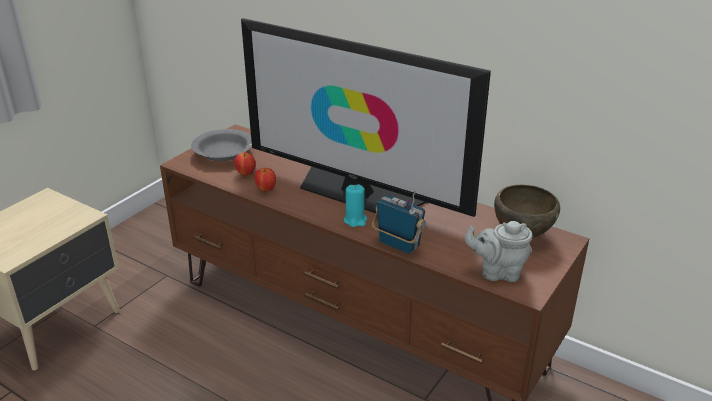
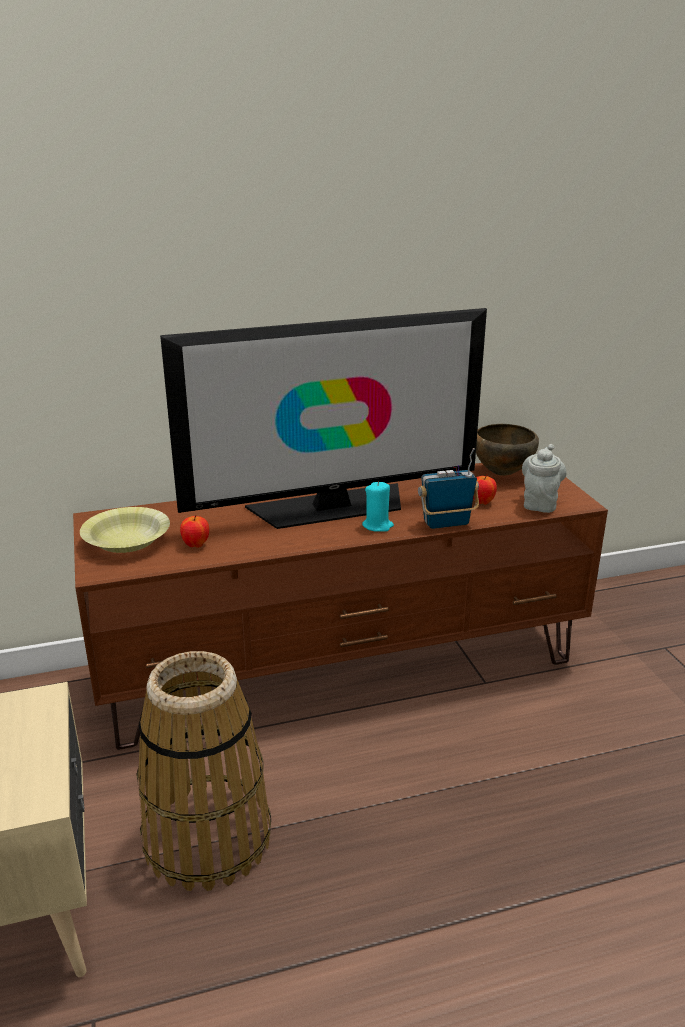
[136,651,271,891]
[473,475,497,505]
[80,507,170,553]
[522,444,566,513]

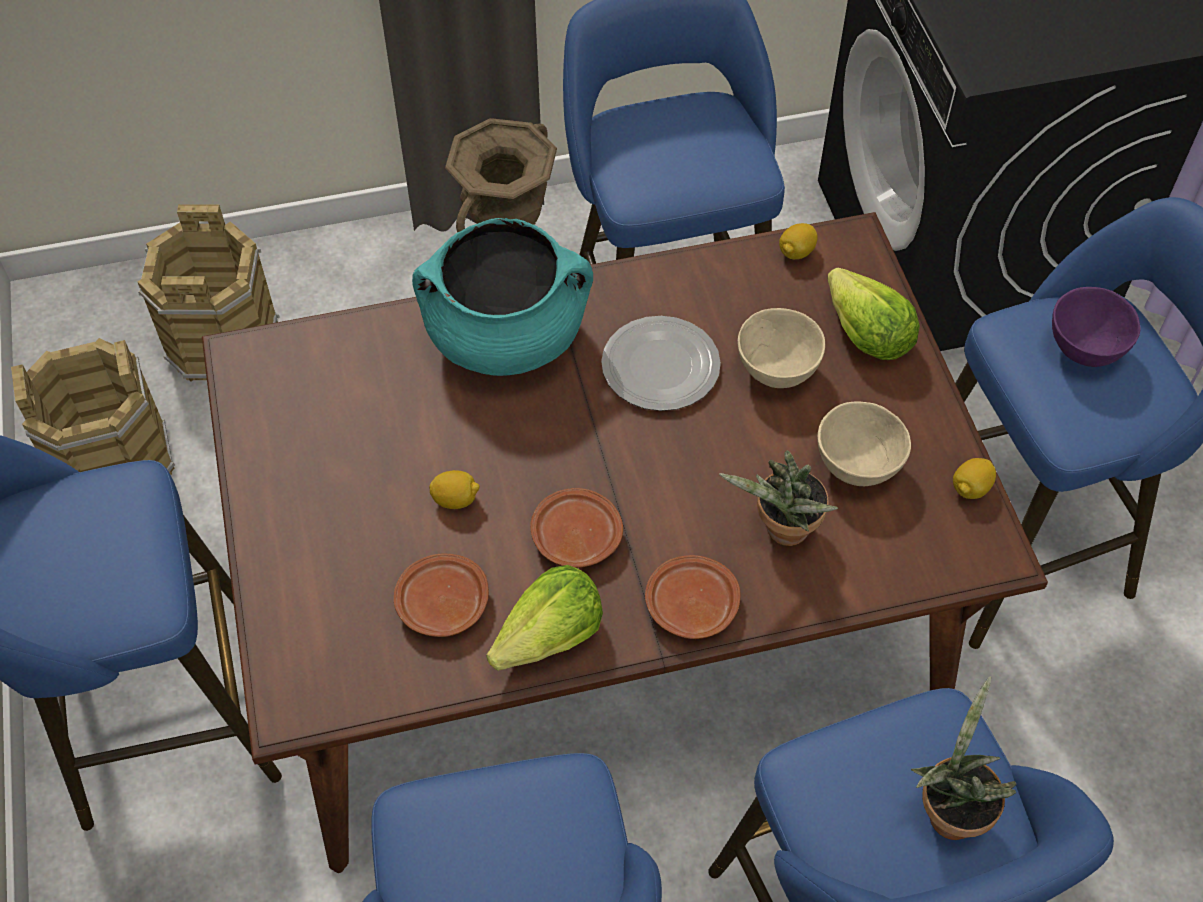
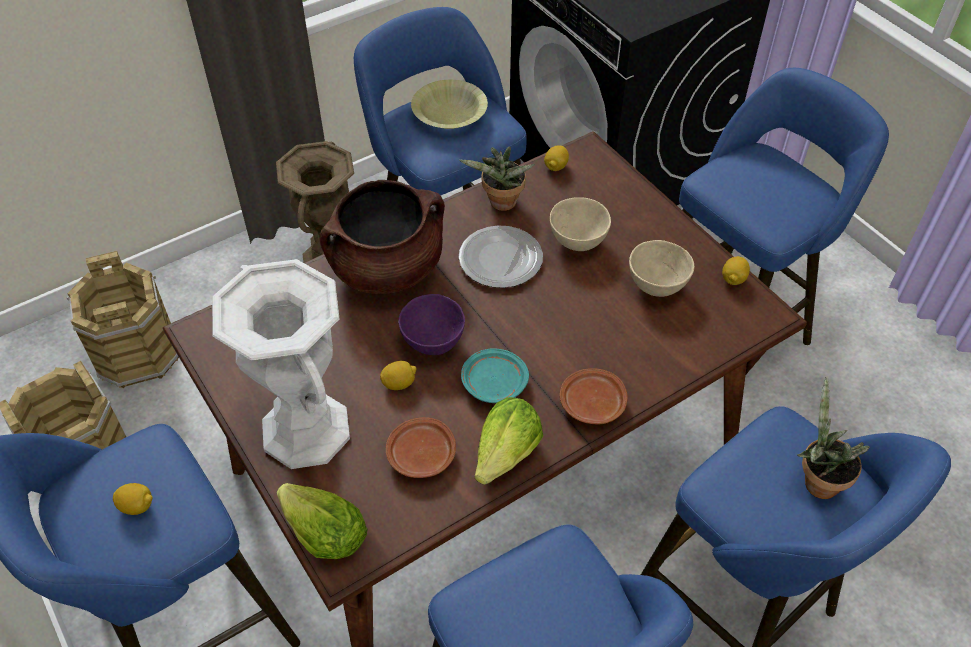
[113,483,153,515]
[212,259,350,469]
[411,80,488,129]
[460,146,535,211]
[277,483,367,559]
[399,294,465,355]
[320,180,445,294]
[461,348,529,403]

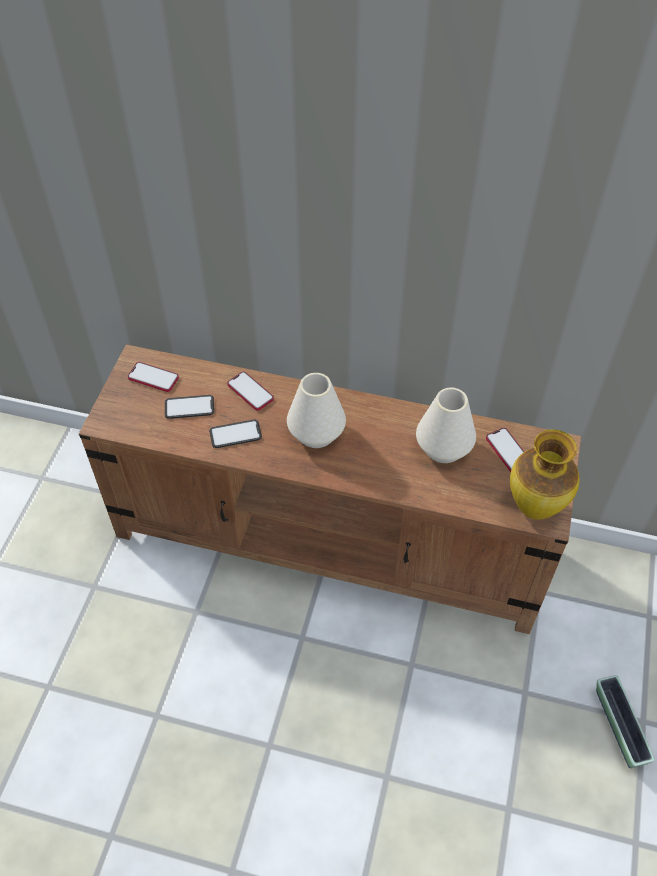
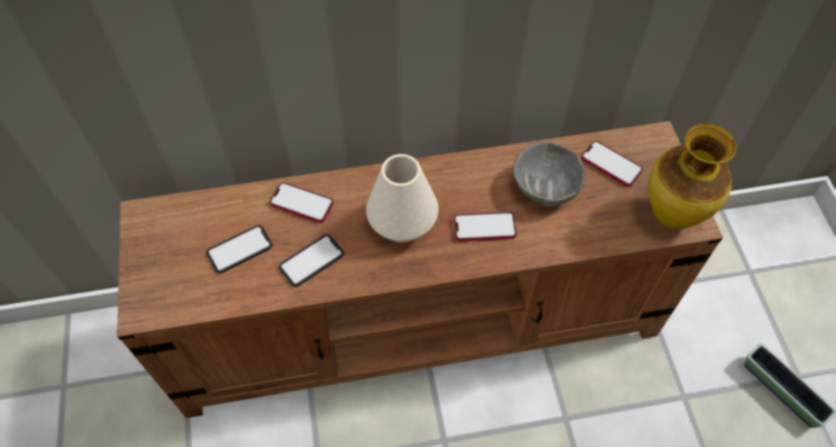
[454,212,517,241]
[514,142,586,206]

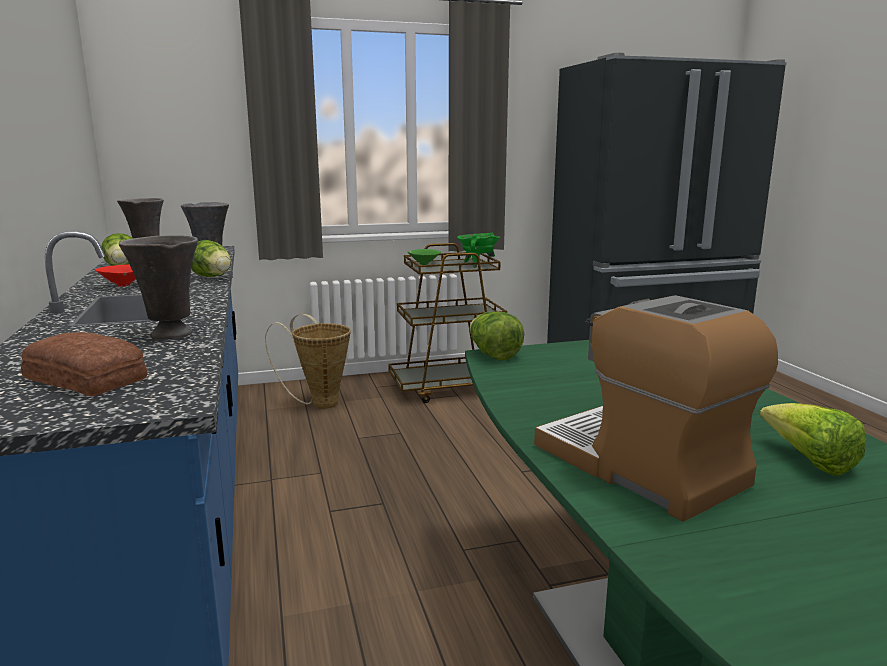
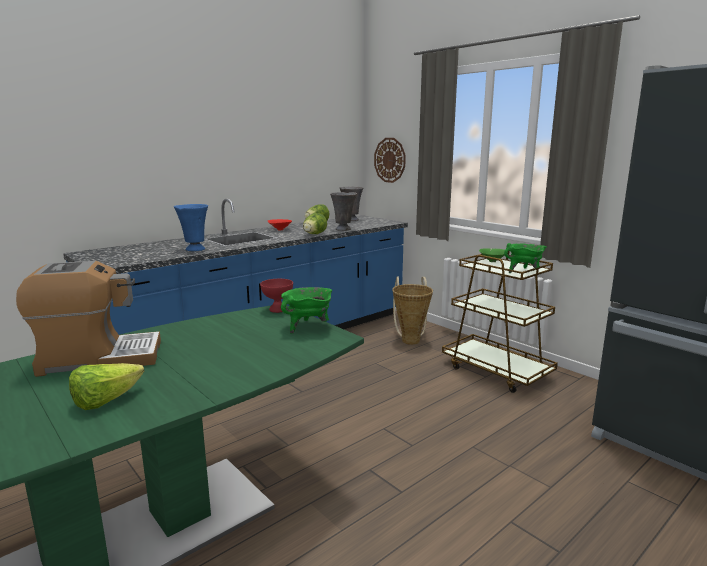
[21,332,148,396] (first image)
[281,287,332,334]
[374,138,406,183]
[260,279,293,313]
[174,204,208,251]
[16,261,161,377]

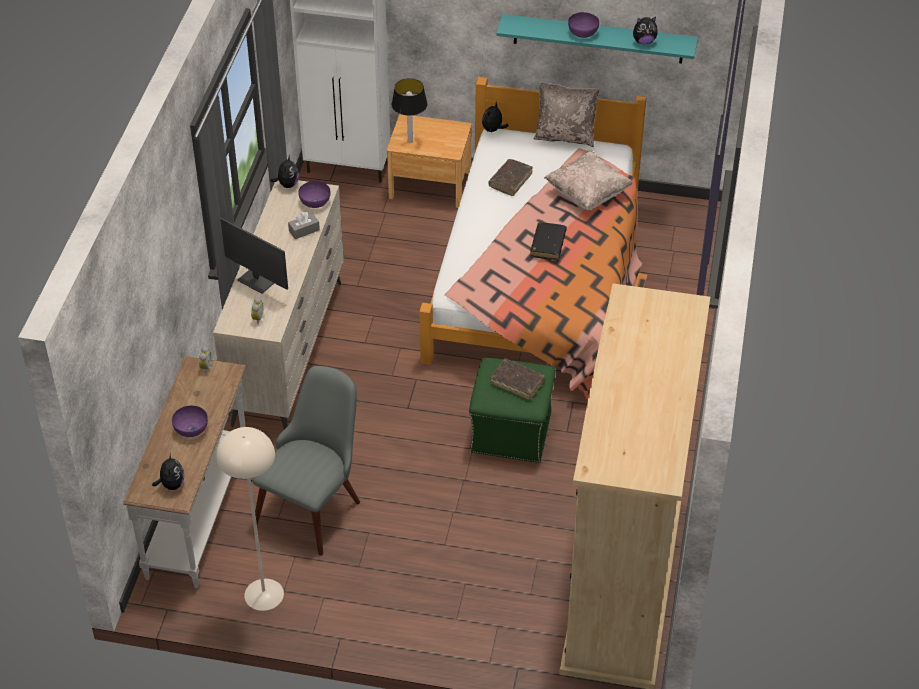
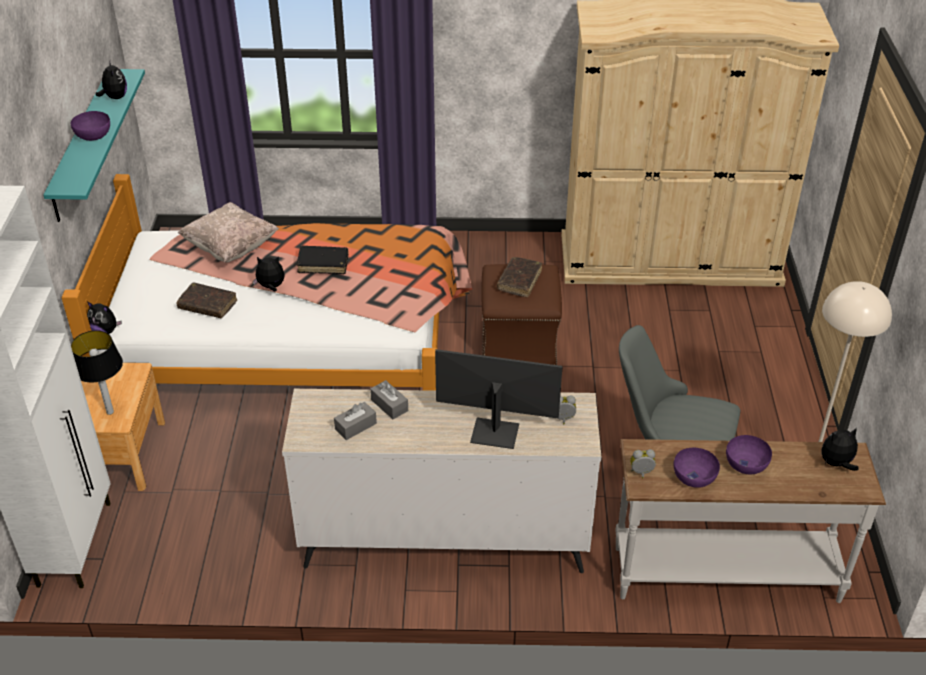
[534,82,600,147] (first image)
[334,402,377,440]
[253,256,285,292]
[673,448,720,488]
[481,264,562,365]
[435,349,563,449]

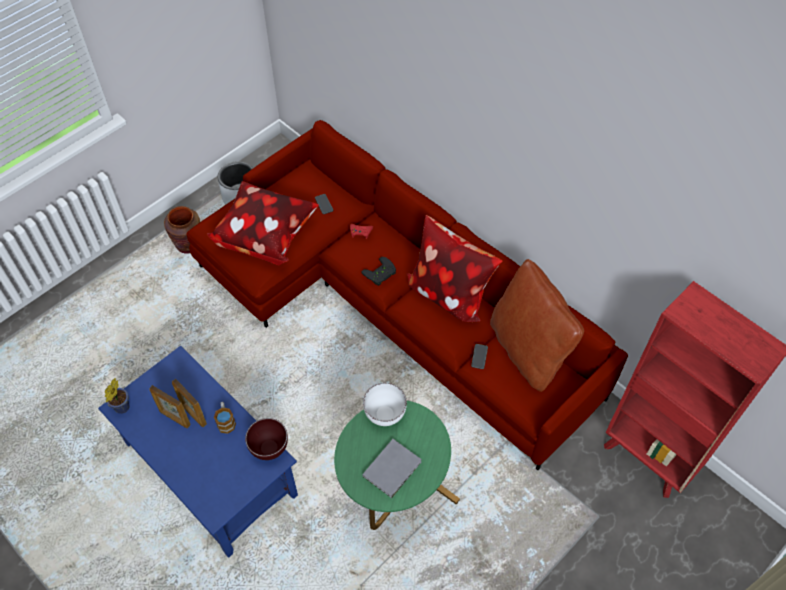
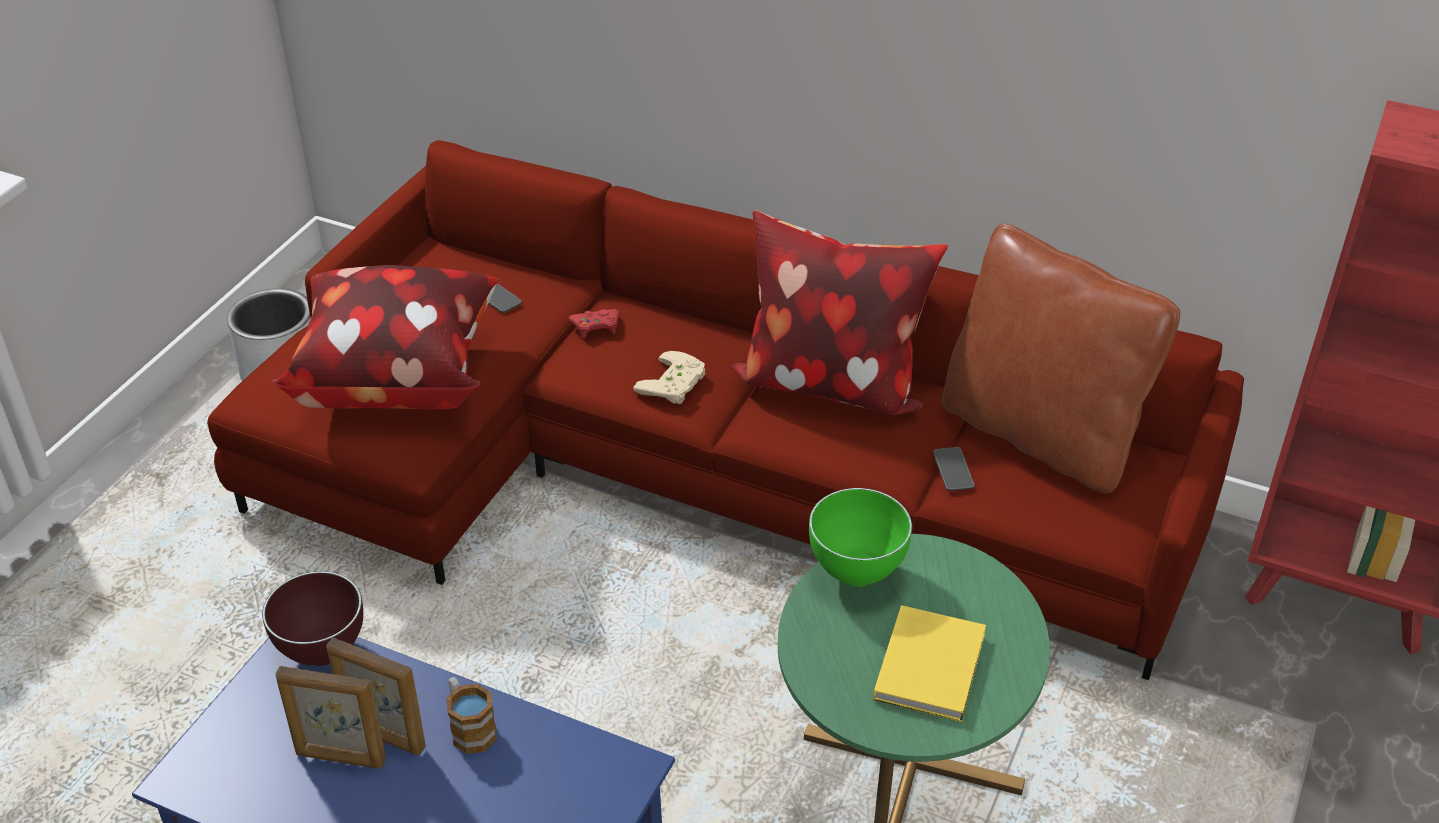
[105,378,130,414] (first image)
[164,206,200,254] (first image)
[262,571,363,666]
[633,351,705,404]
[873,605,986,722]
[809,488,912,587]

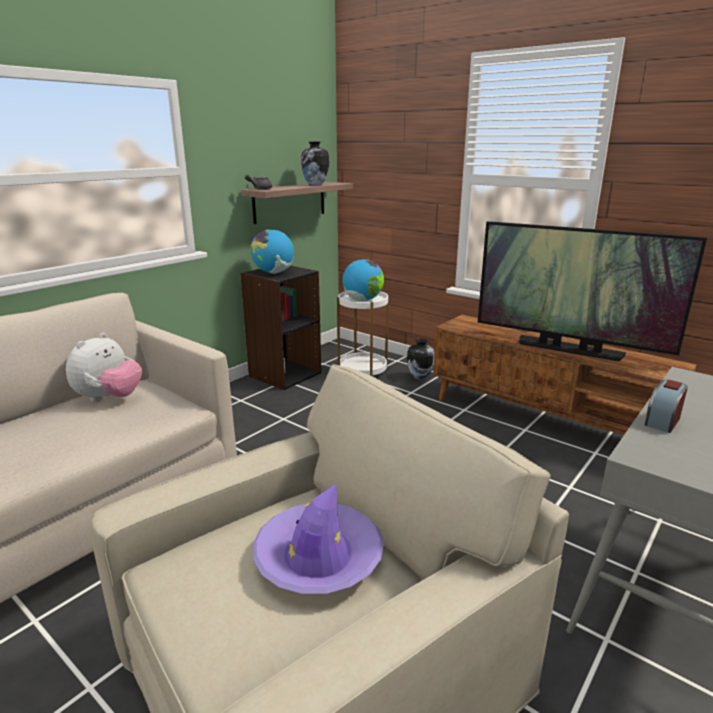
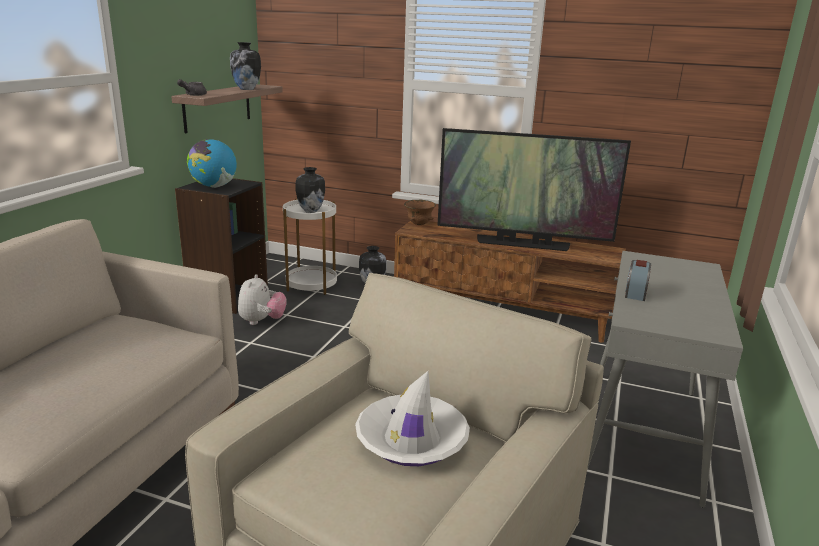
[404,200,436,225]
[238,274,287,325]
[296,167,325,213]
[355,371,470,466]

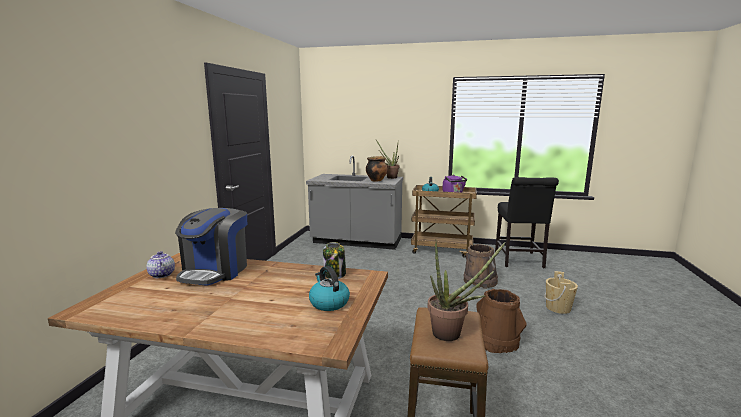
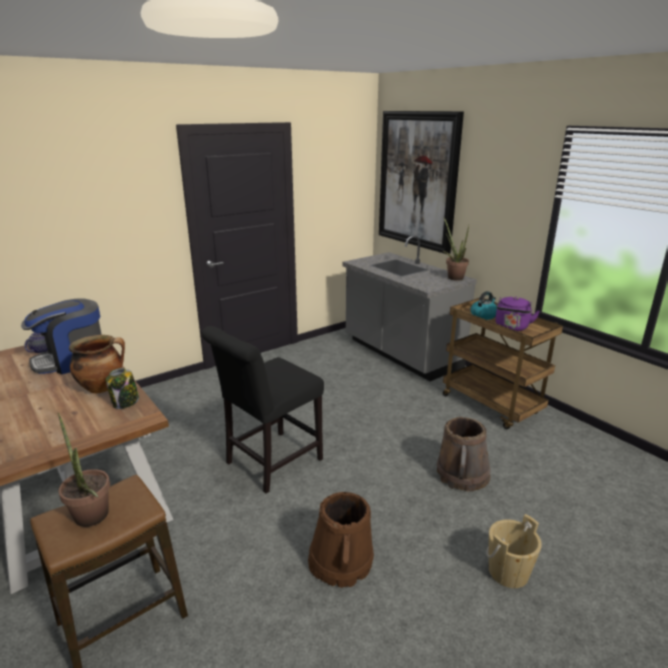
[309,266,350,311] (first image)
[379,111,464,254]
[69,335,125,393]
[202,326,324,493]

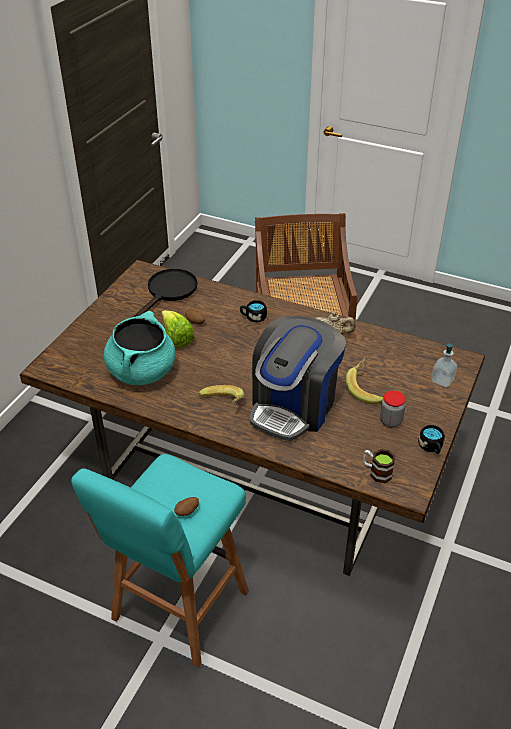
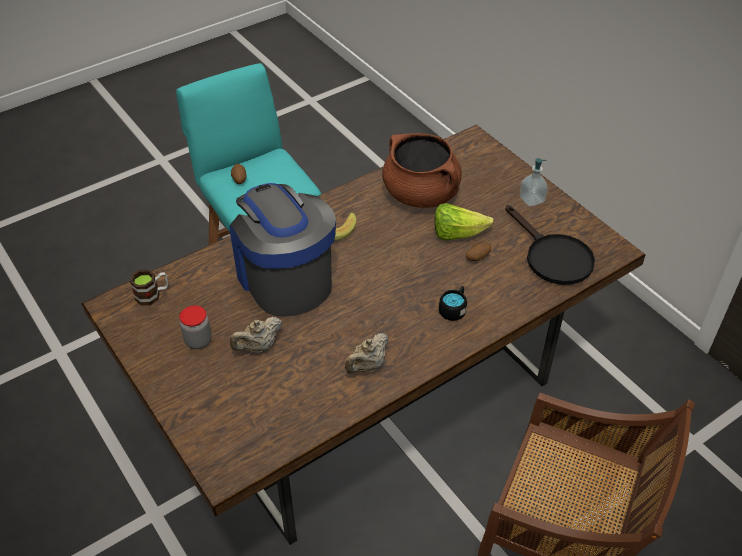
[418,425,445,454] (first image)
[520,158,548,207]
[230,317,282,353]
[382,133,462,208]

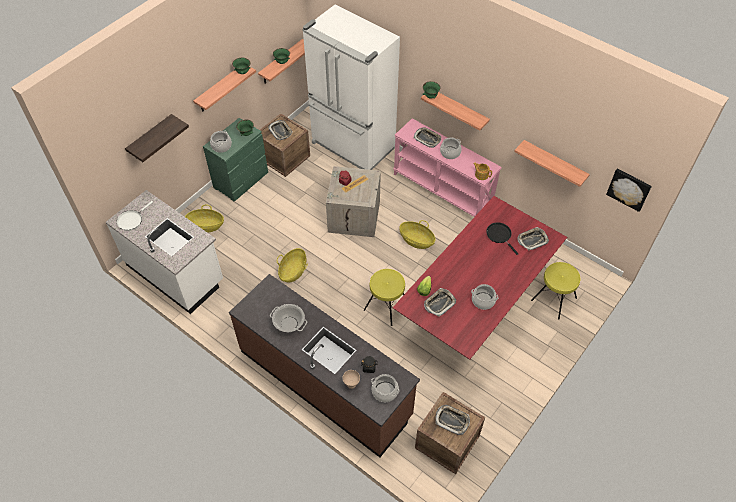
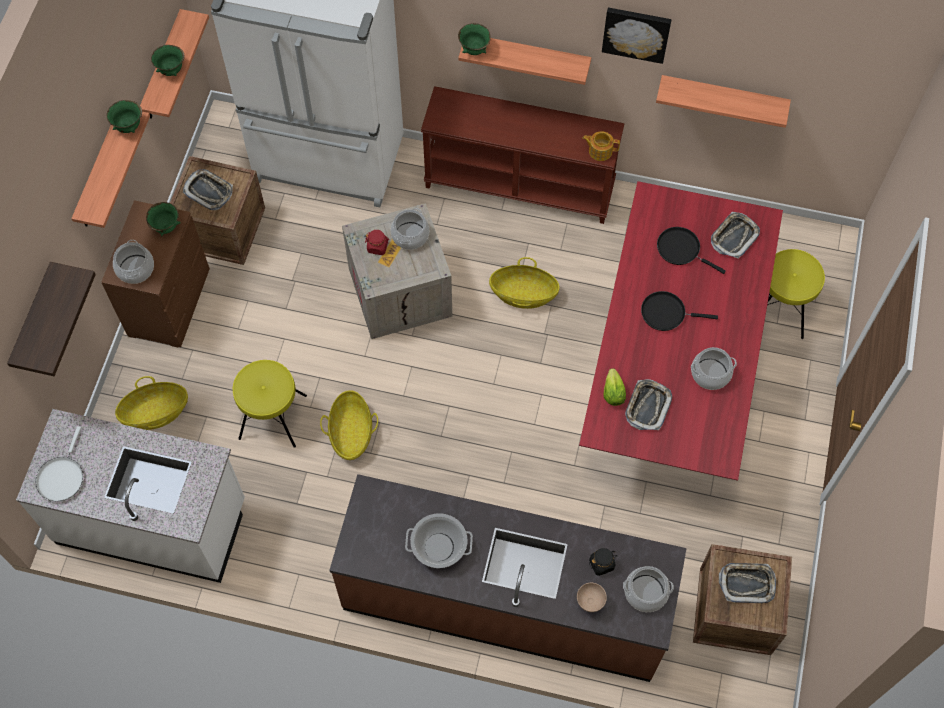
[414,127,441,148] (first image)
[641,291,718,331]
[233,360,307,448]
[391,208,429,250]
[602,8,672,64]
[101,200,210,347]
[421,86,624,224]

